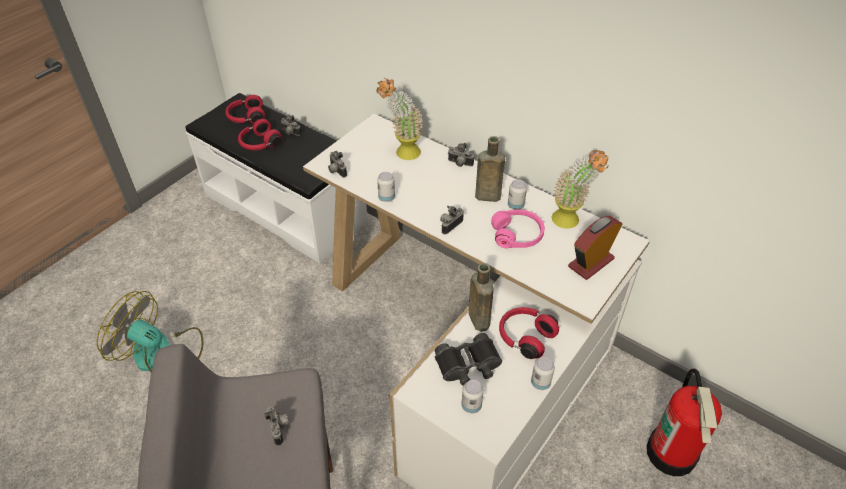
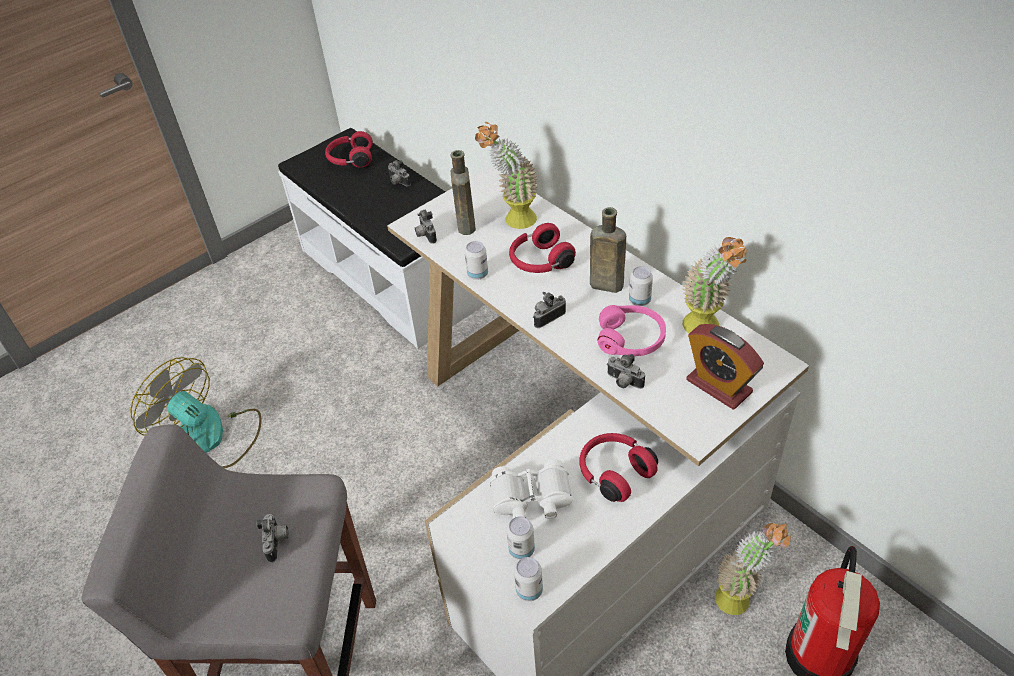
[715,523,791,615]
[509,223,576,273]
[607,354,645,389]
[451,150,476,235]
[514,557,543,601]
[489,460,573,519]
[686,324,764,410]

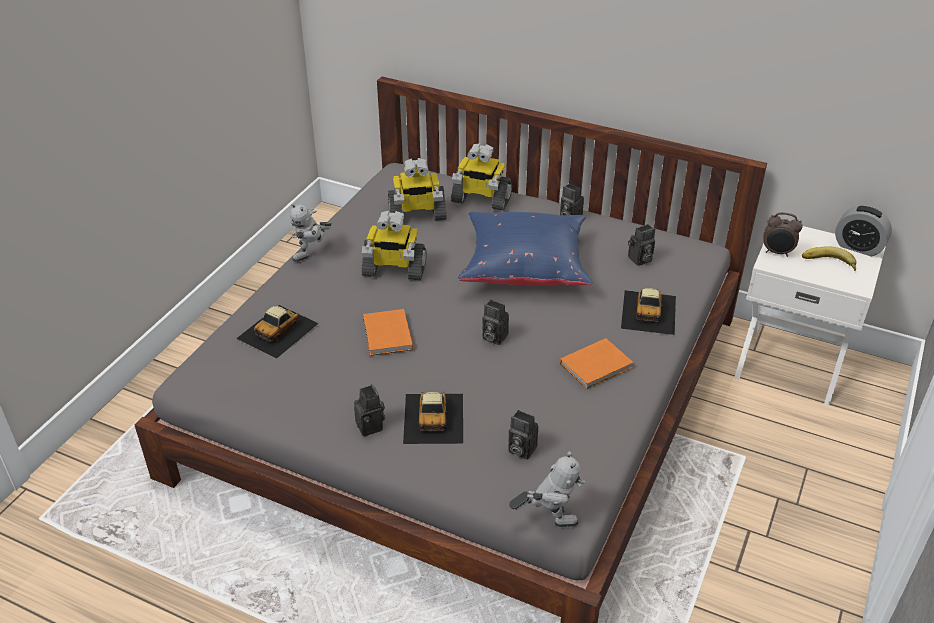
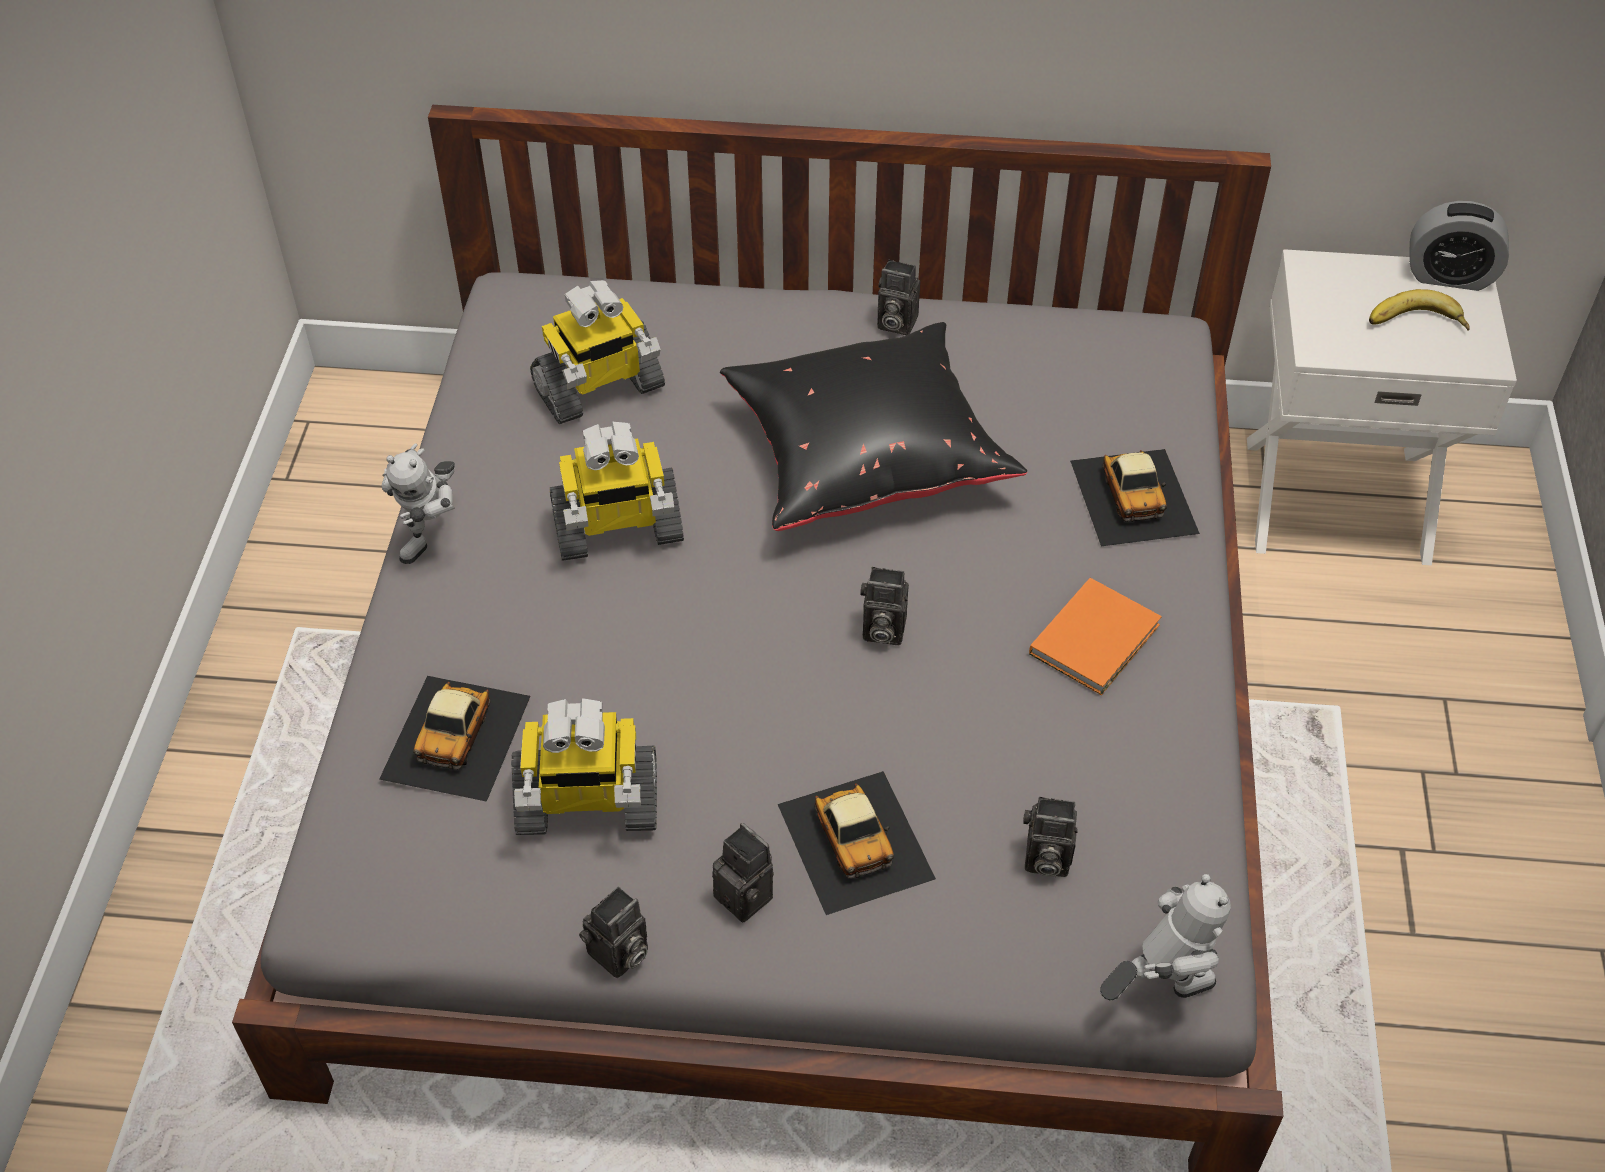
[363,309,413,356] (first image)
[763,212,803,257] (first image)
[511,698,657,835]
[579,886,648,978]
[720,322,1027,531]

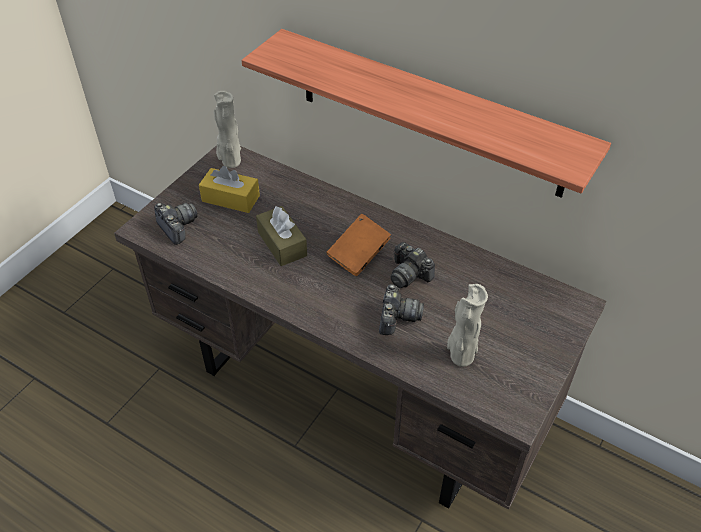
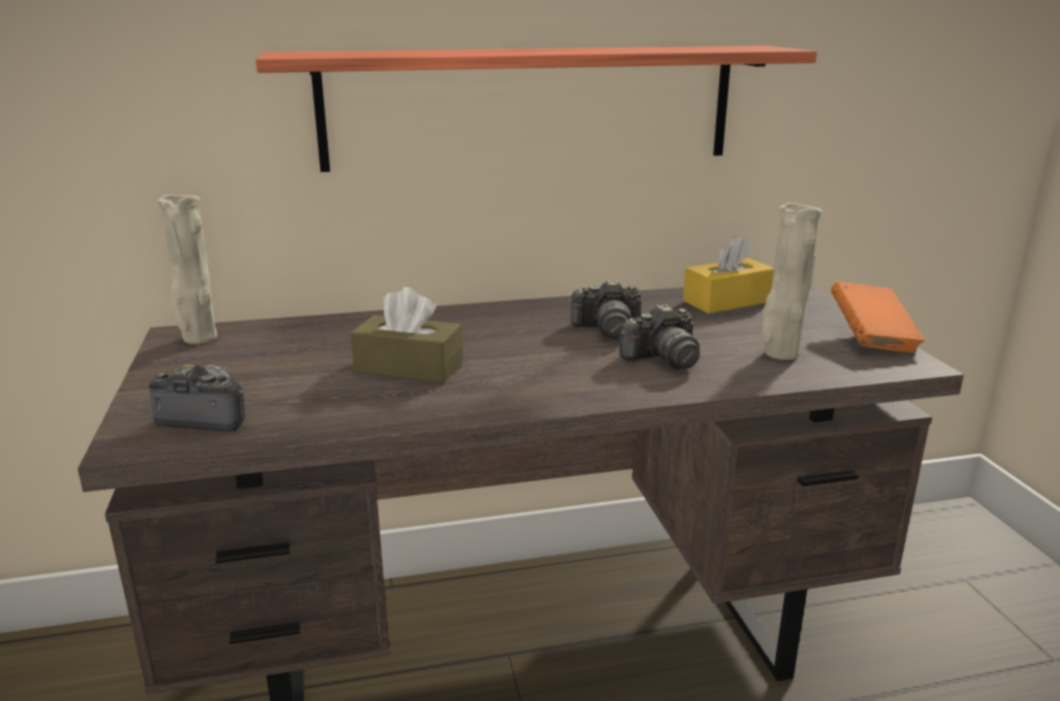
[683,236,774,314]
[831,282,925,353]
[619,304,700,370]

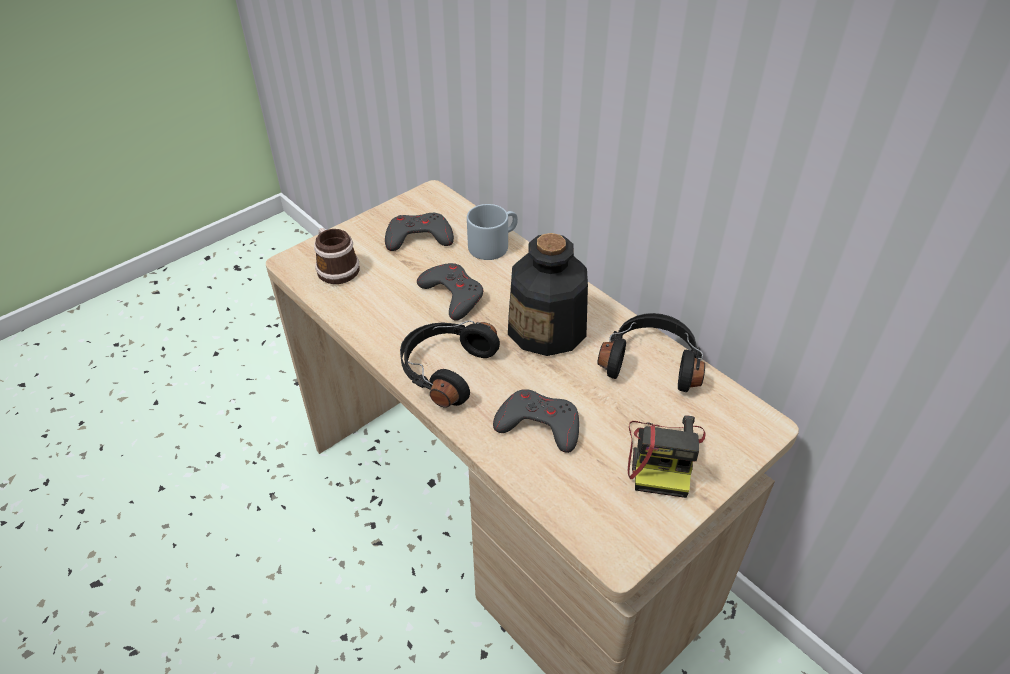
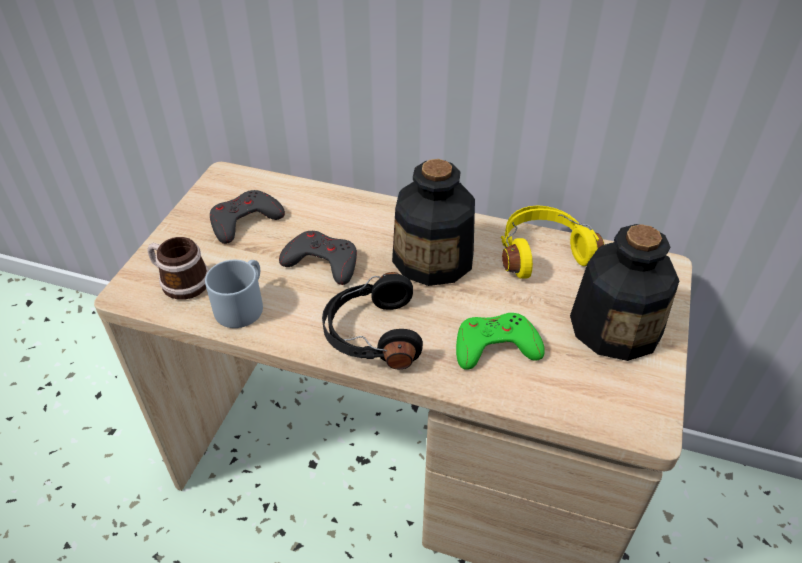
[205,260,263,328]
[570,224,679,361]
[456,313,545,370]
[501,206,604,279]

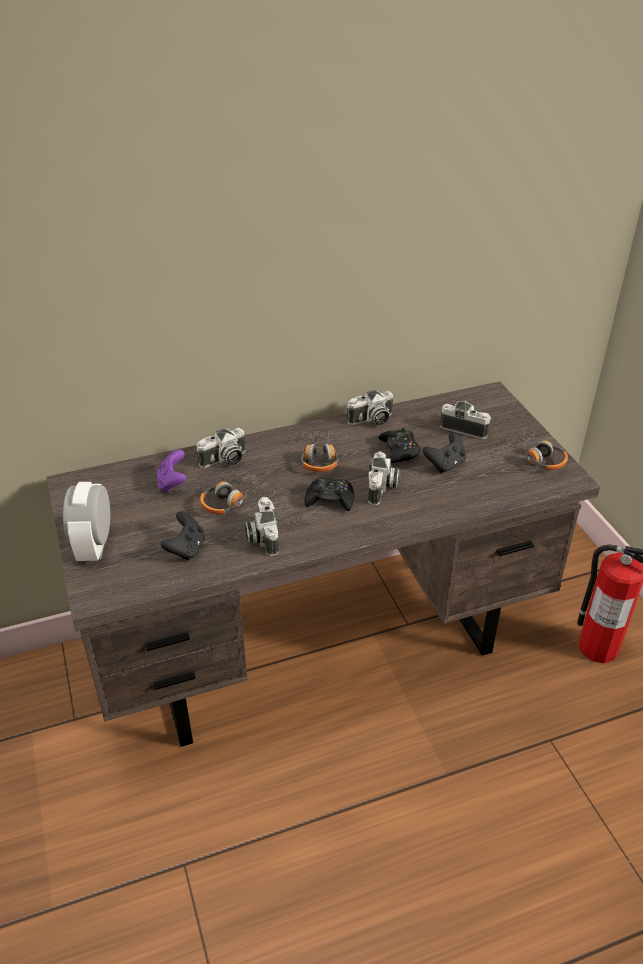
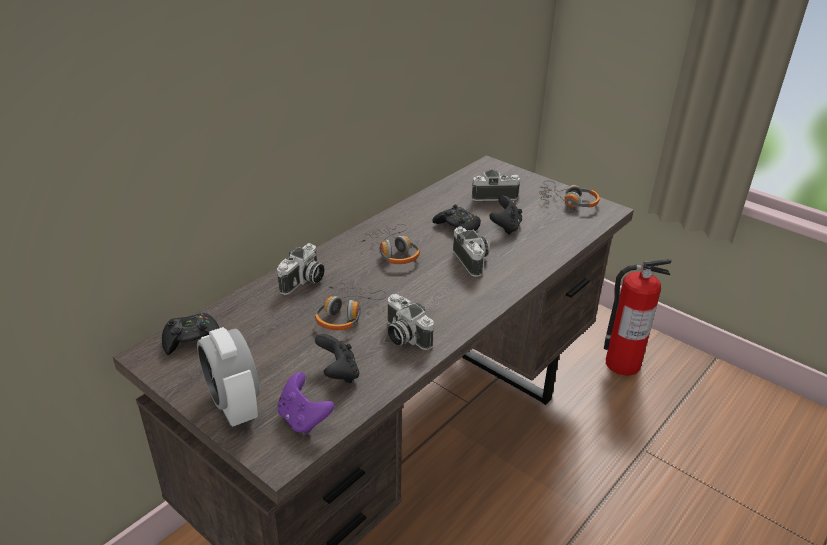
[347,390,393,425] (first image)
[277,372,334,434]
[162,313,219,355]

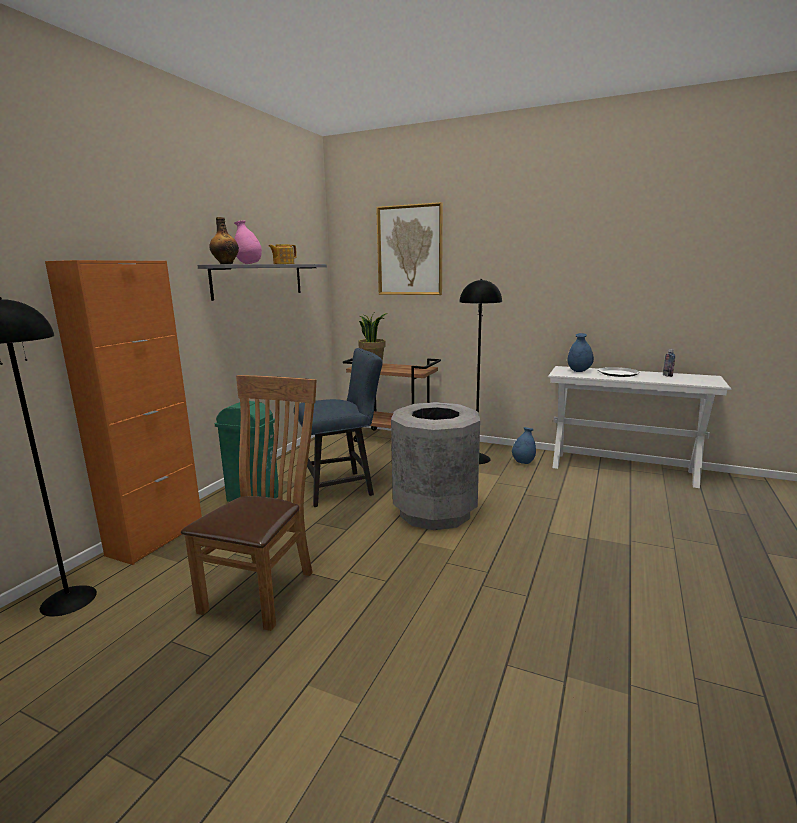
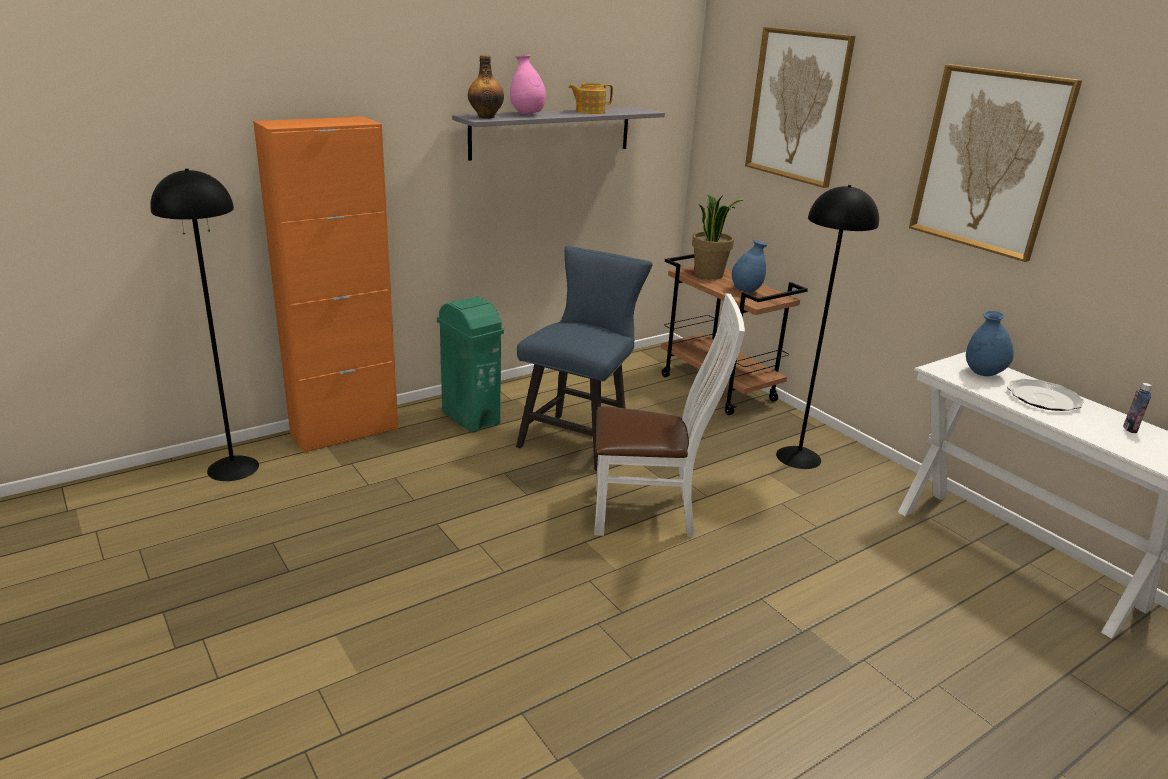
[181,375,316,631] (first image)
[909,64,1082,262]
[732,240,767,293]
[594,293,745,537]
[516,246,652,471]

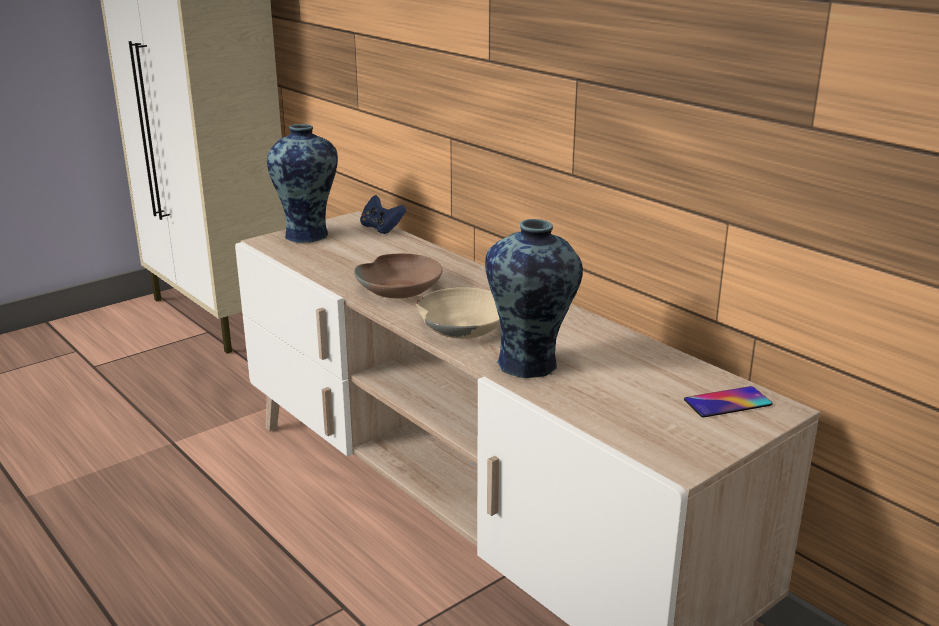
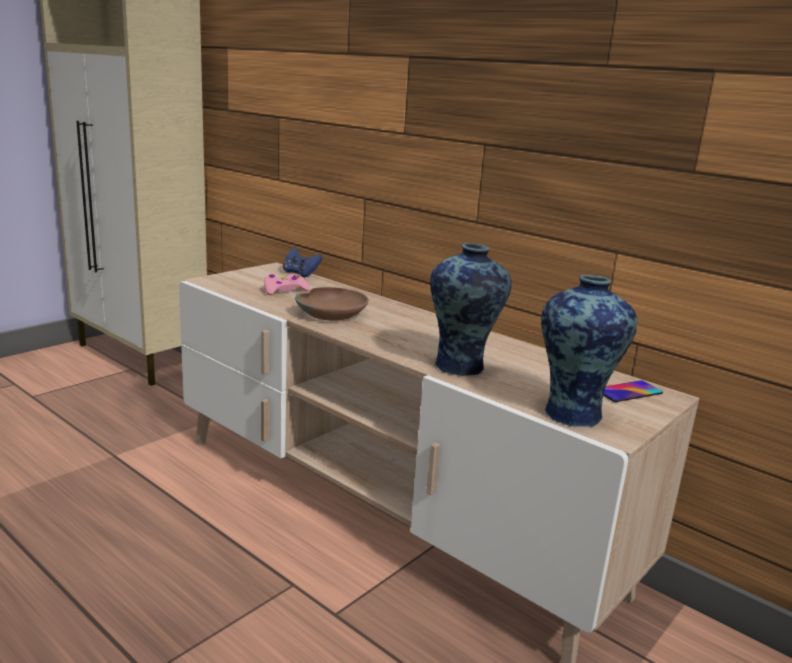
[416,287,501,339] (first image)
[264,274,310,295]
[541,275,637,428]

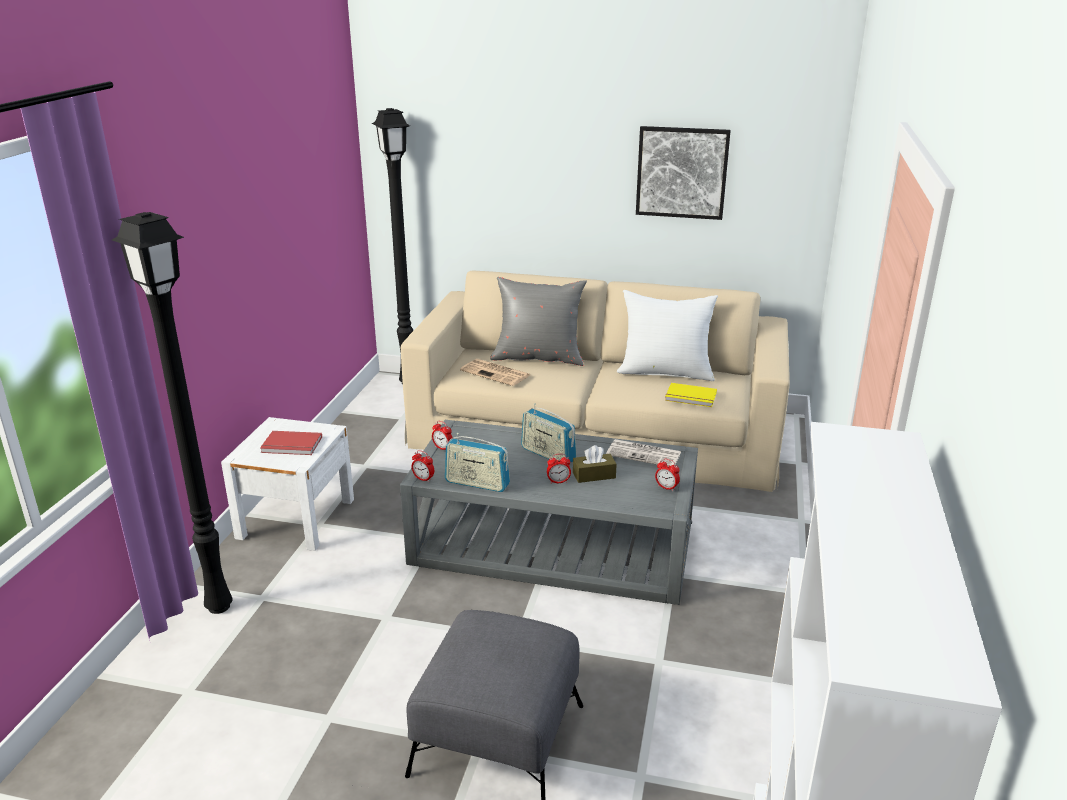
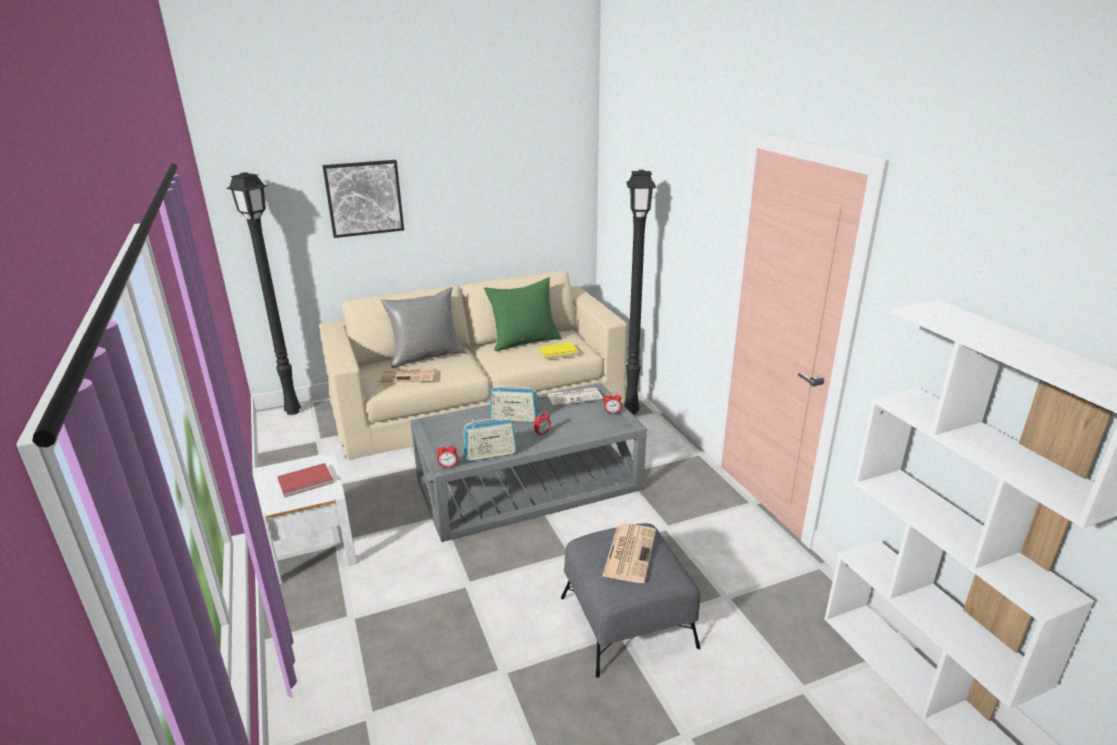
[432,421,453,450] (first image)
[573,445,617,483] (first image)
[602,523,656,583]
[624,170,656,415]
[322,160,404,238]
[484,277,562,351]

